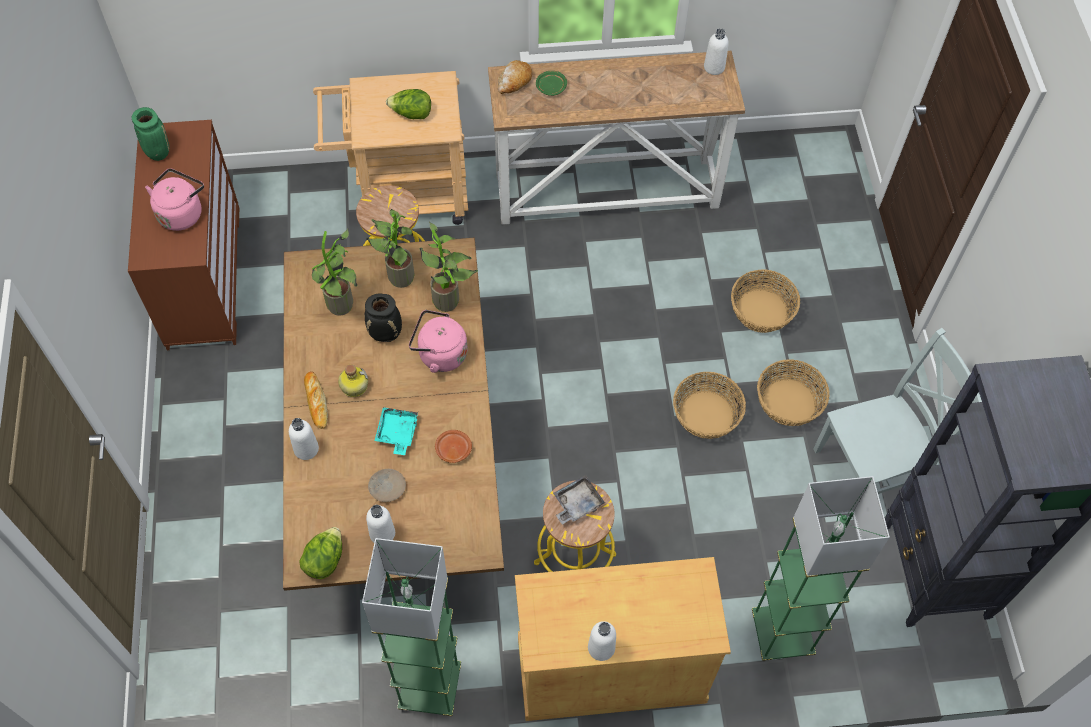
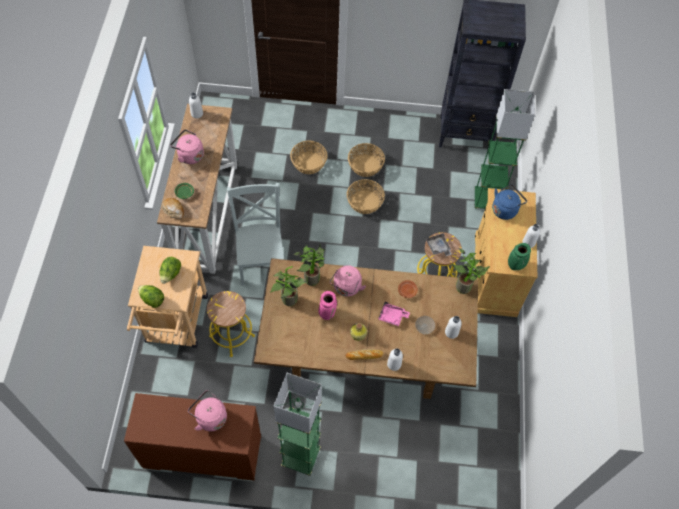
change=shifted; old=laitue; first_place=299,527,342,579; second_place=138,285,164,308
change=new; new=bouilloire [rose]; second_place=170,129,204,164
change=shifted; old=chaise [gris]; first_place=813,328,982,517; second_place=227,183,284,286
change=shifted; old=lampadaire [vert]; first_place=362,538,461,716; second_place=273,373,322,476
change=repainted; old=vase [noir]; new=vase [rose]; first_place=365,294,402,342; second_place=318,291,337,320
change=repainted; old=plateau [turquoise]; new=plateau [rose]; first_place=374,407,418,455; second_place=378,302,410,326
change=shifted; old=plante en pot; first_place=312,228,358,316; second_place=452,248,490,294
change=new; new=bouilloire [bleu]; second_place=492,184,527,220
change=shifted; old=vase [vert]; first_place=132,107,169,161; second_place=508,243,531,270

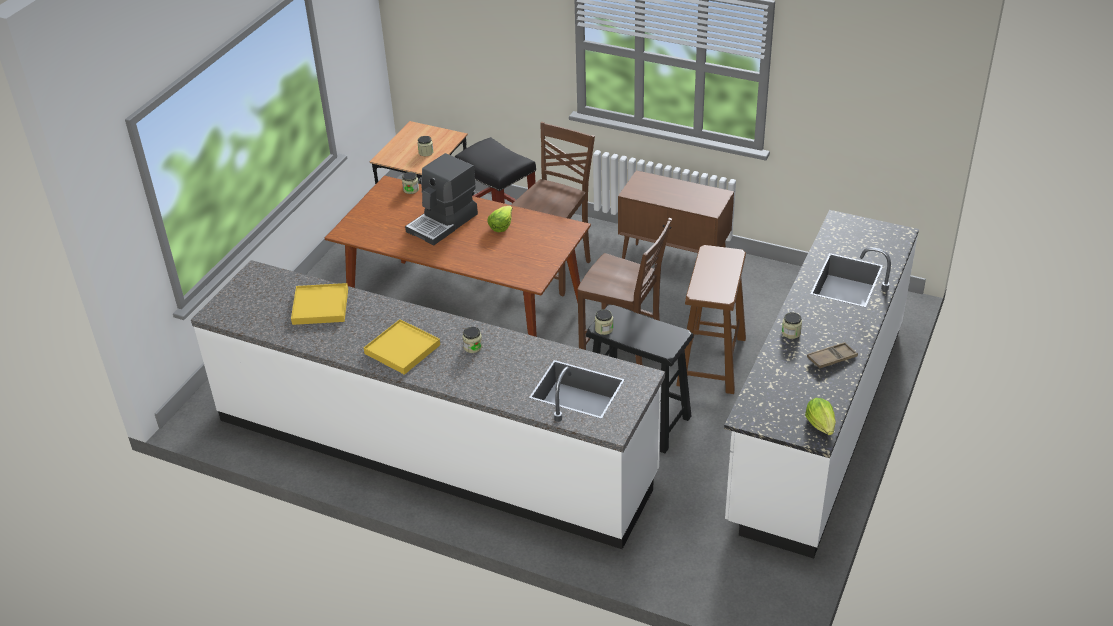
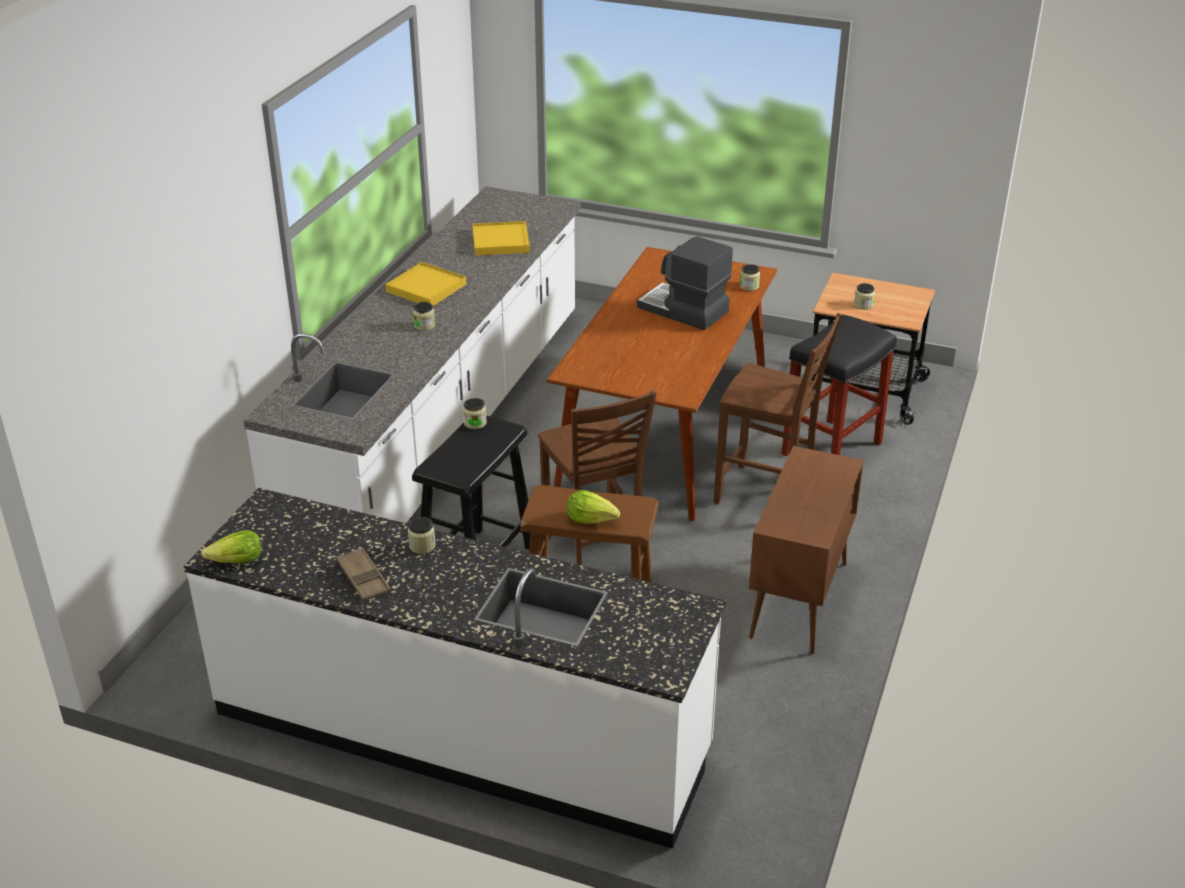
change=rotated; old=chaise [marron]; first_place=577,218,672,365; second_place=538,390,657,572; degrees=-45
change=shifted; old=laitue; first_place=487,206,512,232; second_place=567,490,620,523

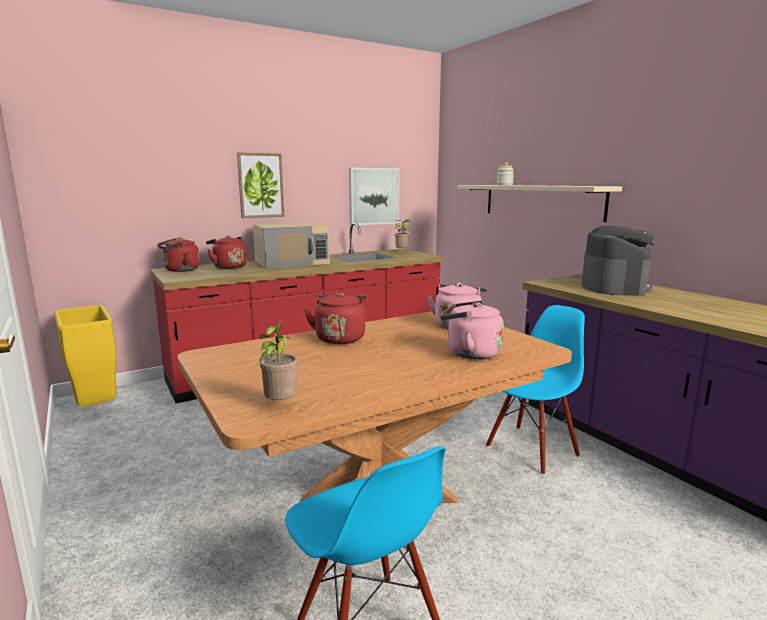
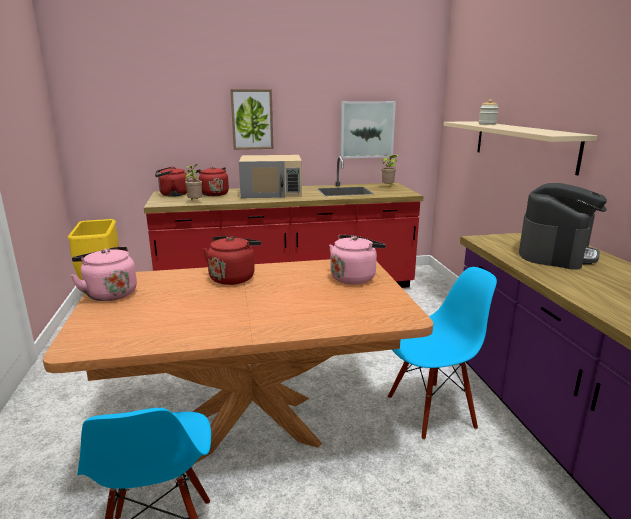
change=shifted; old=bouilloire [rose]; first_place=441,301,504,360; second_place=70,247,137,301
change=shifted; old=plante en pot; first_place=259,320,298,400; second_place=185,164,202,200

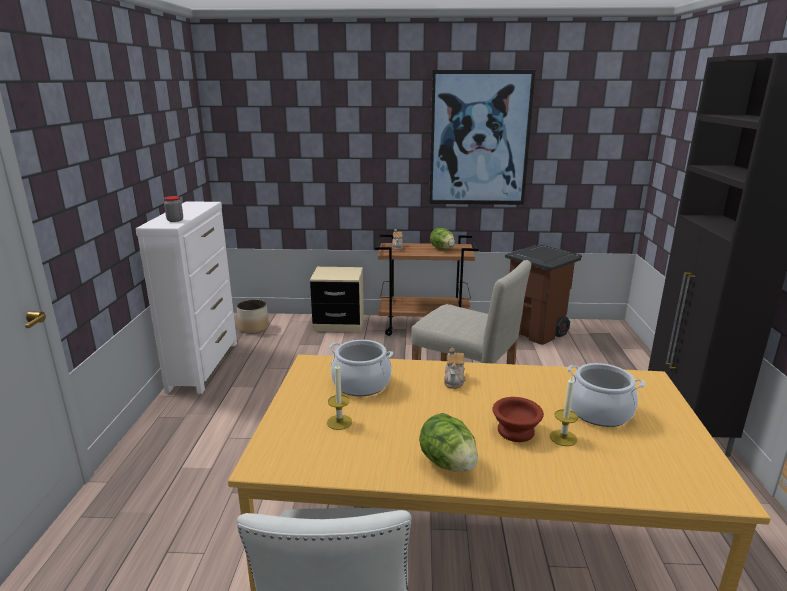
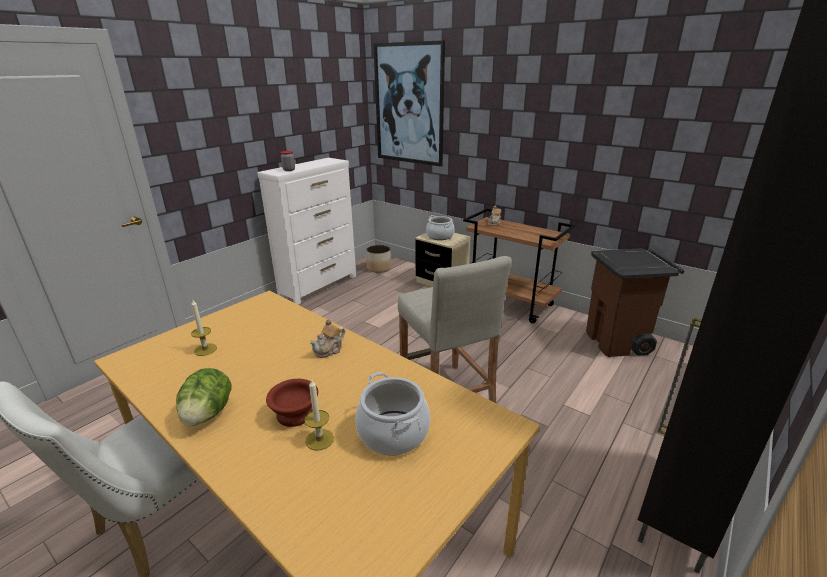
change=shifted; old=tableau; first_place=429,70,535,205; second_place=373,40,445,167
change=shifted; old=marmite; first_place=329,340,393,396; second_place=426,215,454,240
change=gone; old=laitue; first_place=430,228,455,249

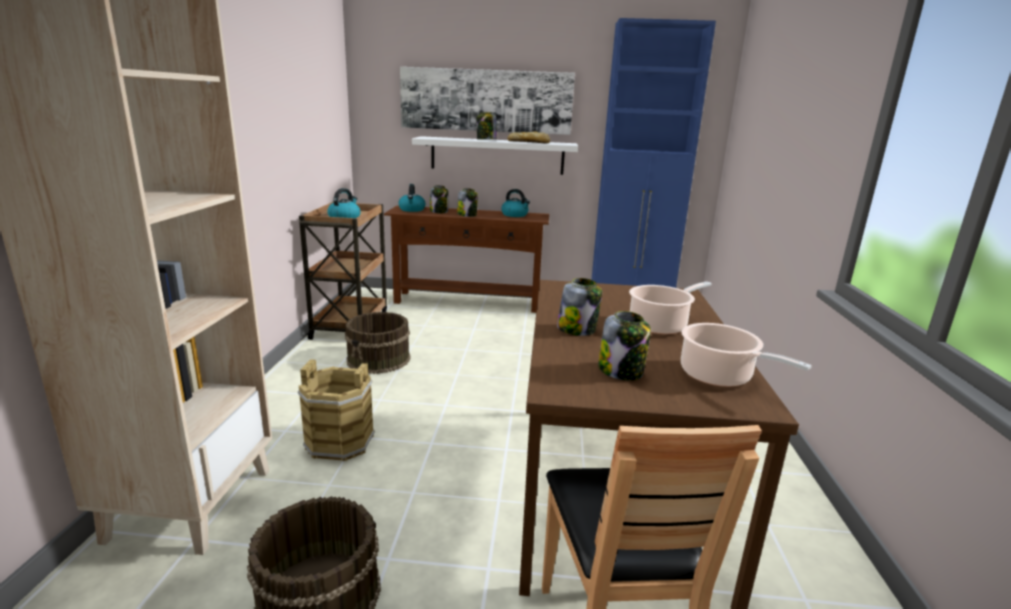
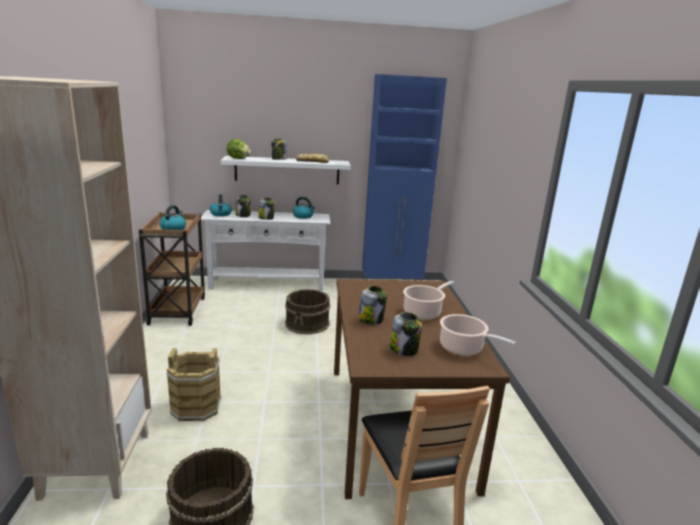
change=repainted; old=table console [marron]; new=table console [blanc]; first_place=384,206,549,313; second_place=201,210,331,291
change=new; new=laitue; second_place=227,139,251,159
change=shifted; old=seau [marron]; first_place=345,312,411,374; second_place=285,289,330,335
change=gone; old=tableau; first_place=400,67,575,135

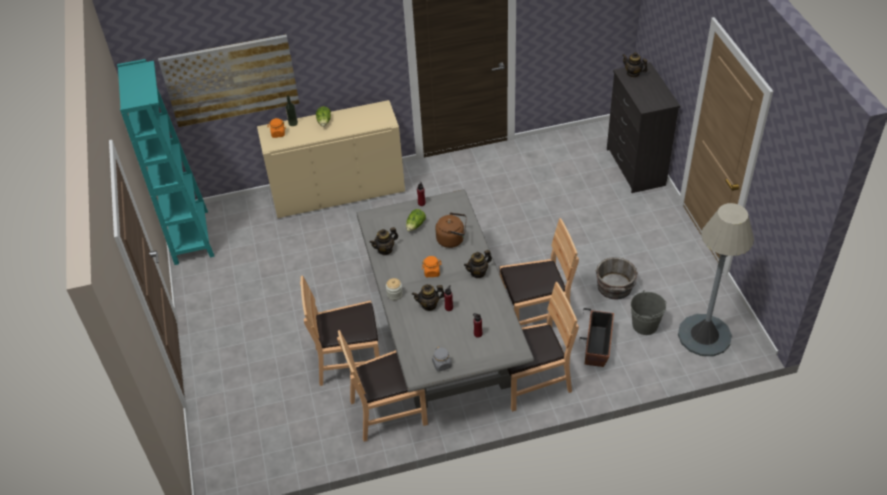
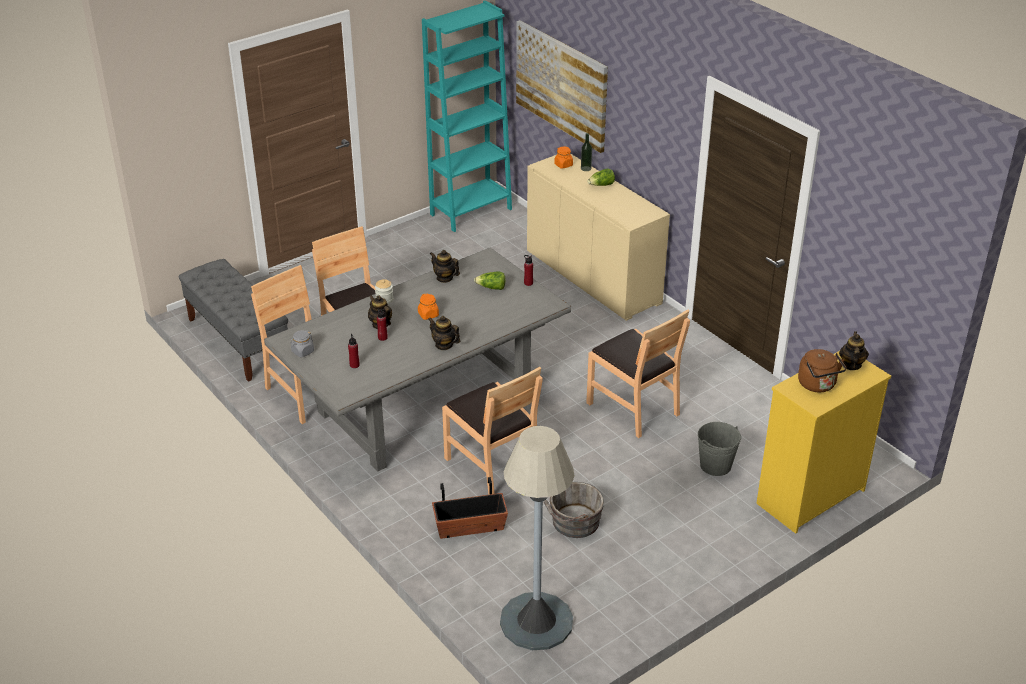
change=new; new=banc [gris]; second_place=179,259,288,382
change=shifted; old=chaise [marron]; first_place=507,282,579,412; second_place=586,309,690,438
change=shifted; old=seau [gris]; first_place=631,290,666,335; second_place=698,422,741,476
change=repainted; old=commode [noir]; new=commode [jaune]; first_place=607,62,680,193; second_place=756,351,891,534
change=shifted; old=bouilloire [marron]; first_place=435,212,467,248; second_place=798,349,847,392

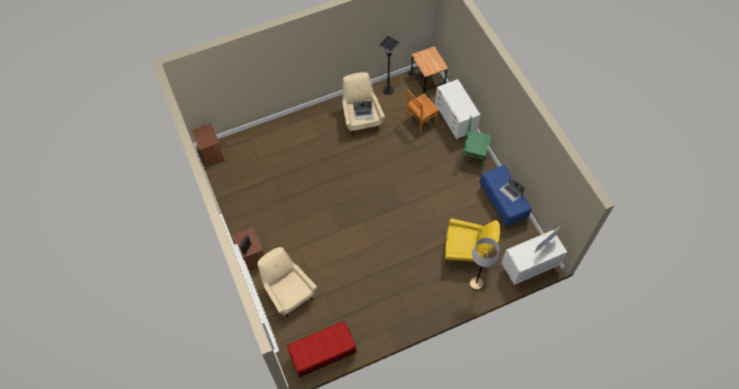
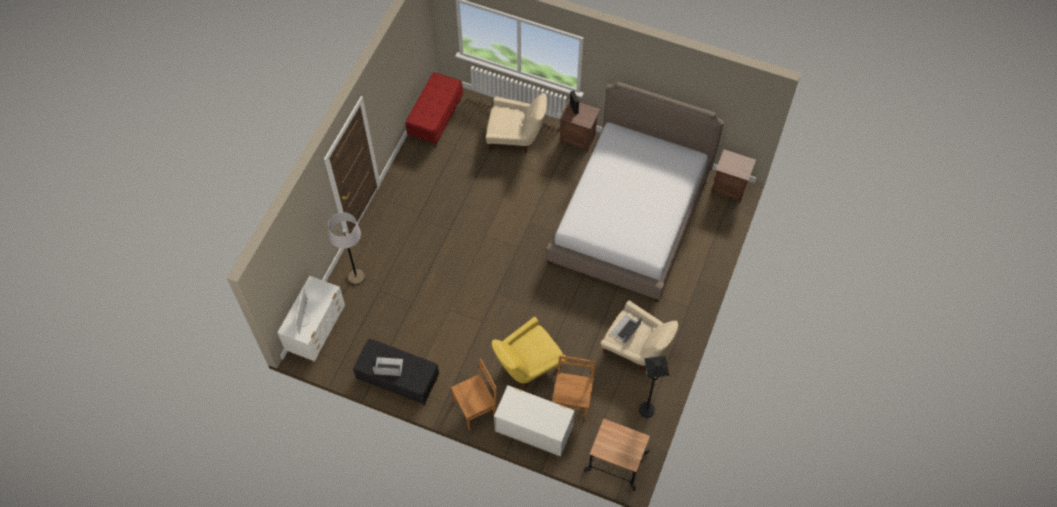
change=repainted; old=banc [bleu]; new=banc [noir]; first_place=479,165,532,228; second_place=353,339,439,406
change=repainted; old=chaise [vert]; new=chaise [marron]; first_place=461,116,491,169; second_place=451,359,497,430
change=shifted; old=fauteuil [jaune]; first_place=445,218,500,266; second_place=492,317,567,388
change=new; new=lit; second_place=546,82,724,302

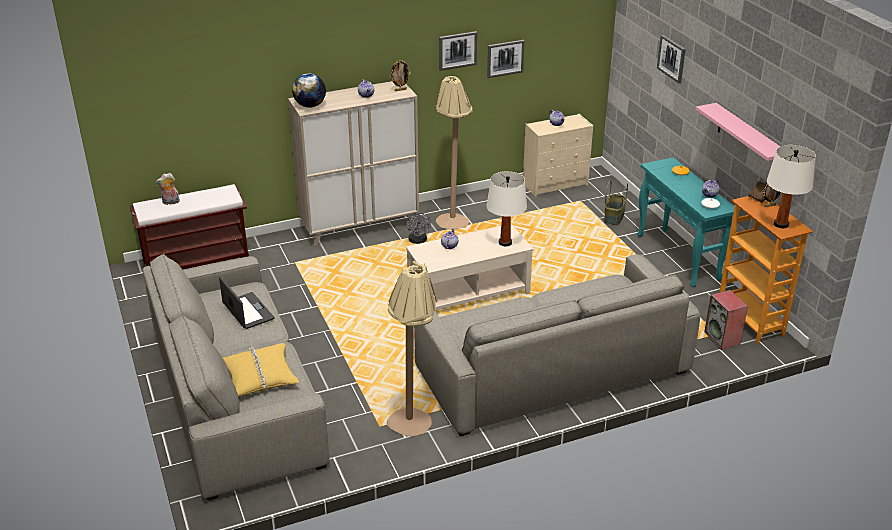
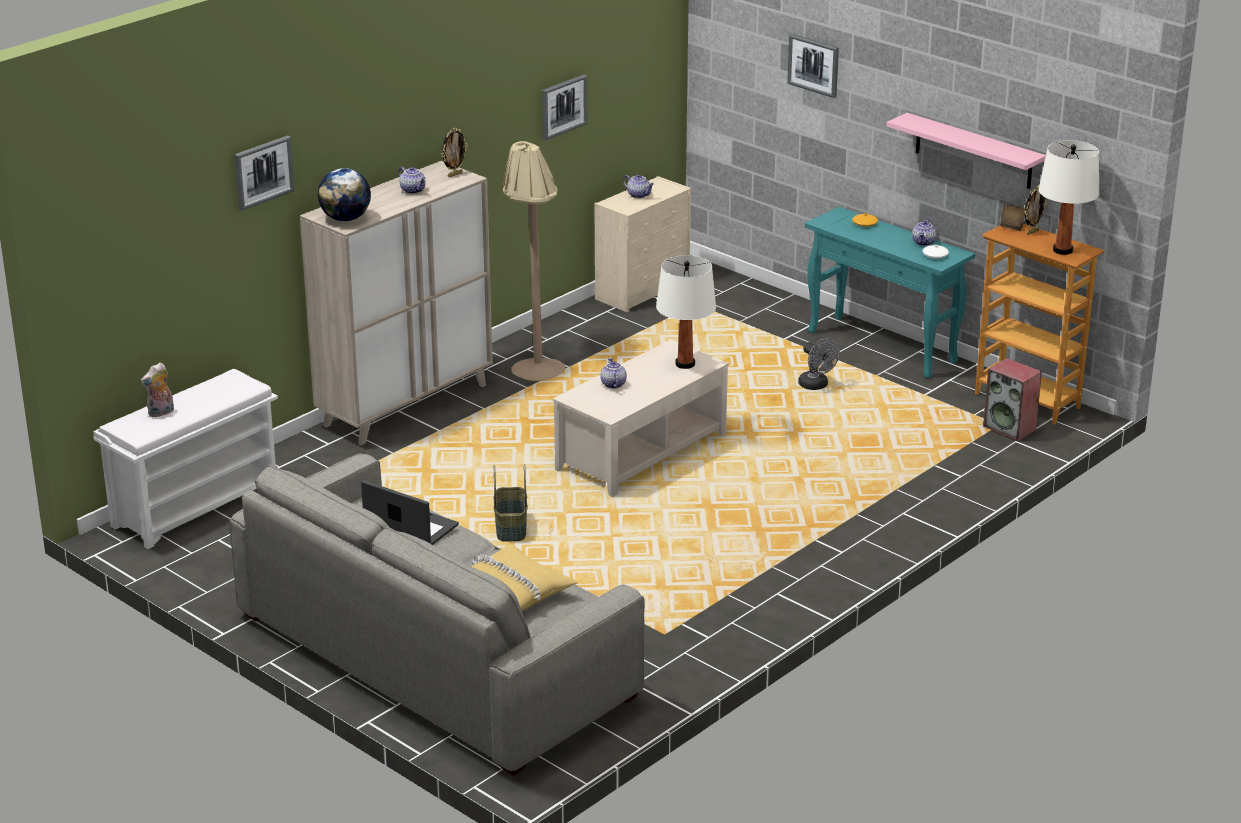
change=repainted; old=banc [marron]; new=banc [blanc]; first_place=130,184,249,270; second_place=93,369,278,549
change=shifted; old=tableau; first_place=439,31,477,71; second_place=234,135,295,211
change=shifted; old=panier; first_place=604,180,628,225; second_place=494,464,527,542
change=shifted; old=ventilateur [gris]; first_place=407,212,431,244; second_place=798,338,840,390
change=gone; old=lampadaire [beige]; first_place=387,261,437,436
change=gone; old=canapé [gris]; first_place=414,254,700,436

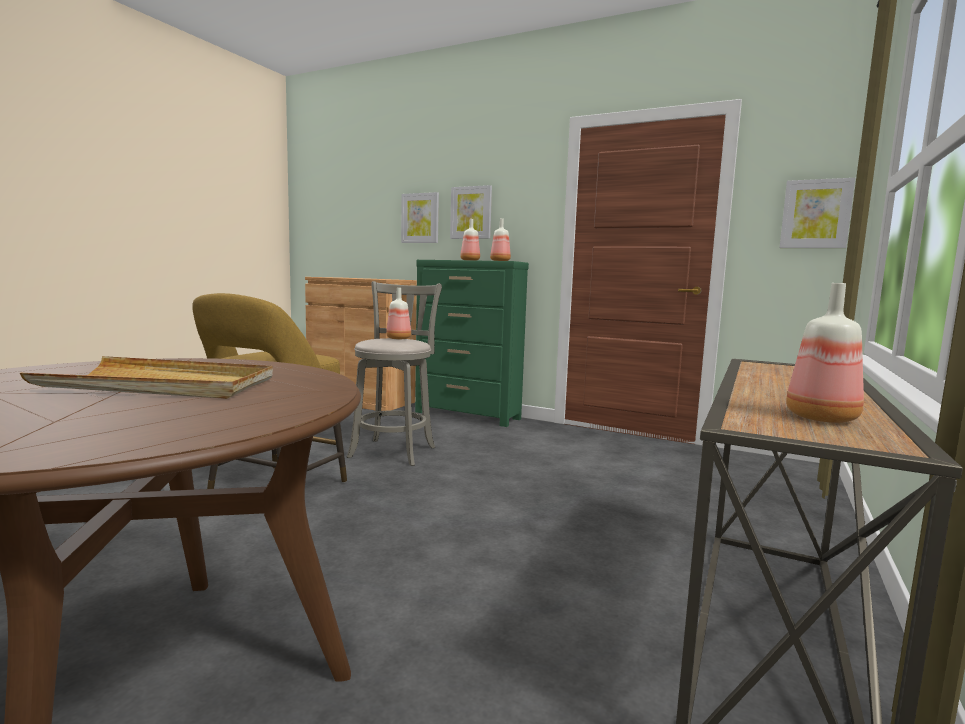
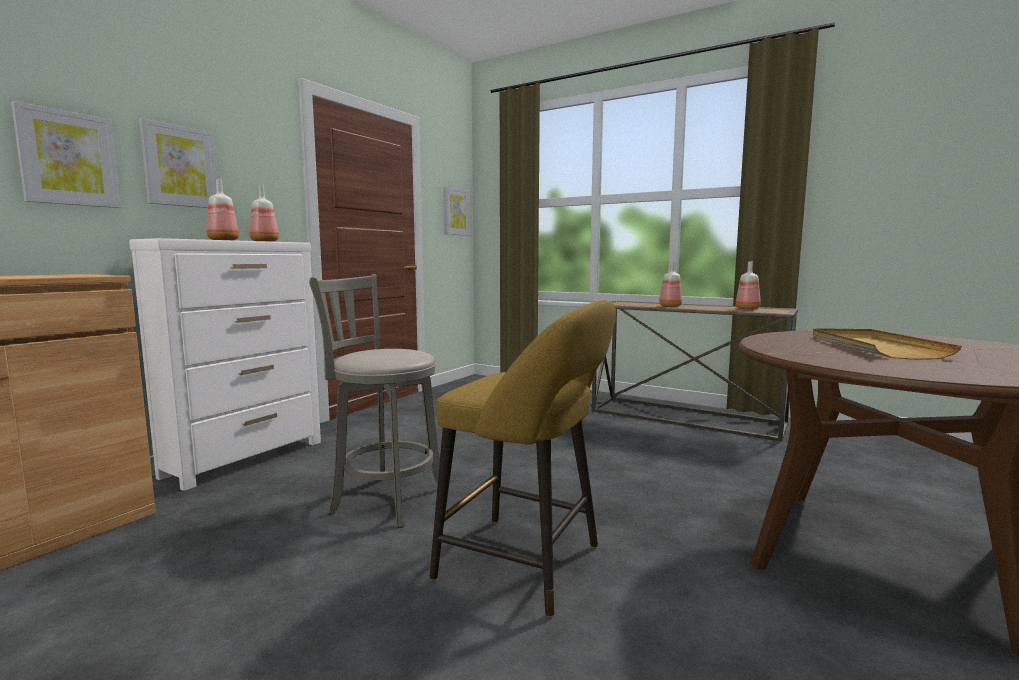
change=repainted; old=commode [vert]; new=commode [blanc]; first_place=415,260,529,427; second_place=129,238,321,491
change=shifted; old=bouteille; first_place=386,288,411,339; second_place=659,261,682,307

